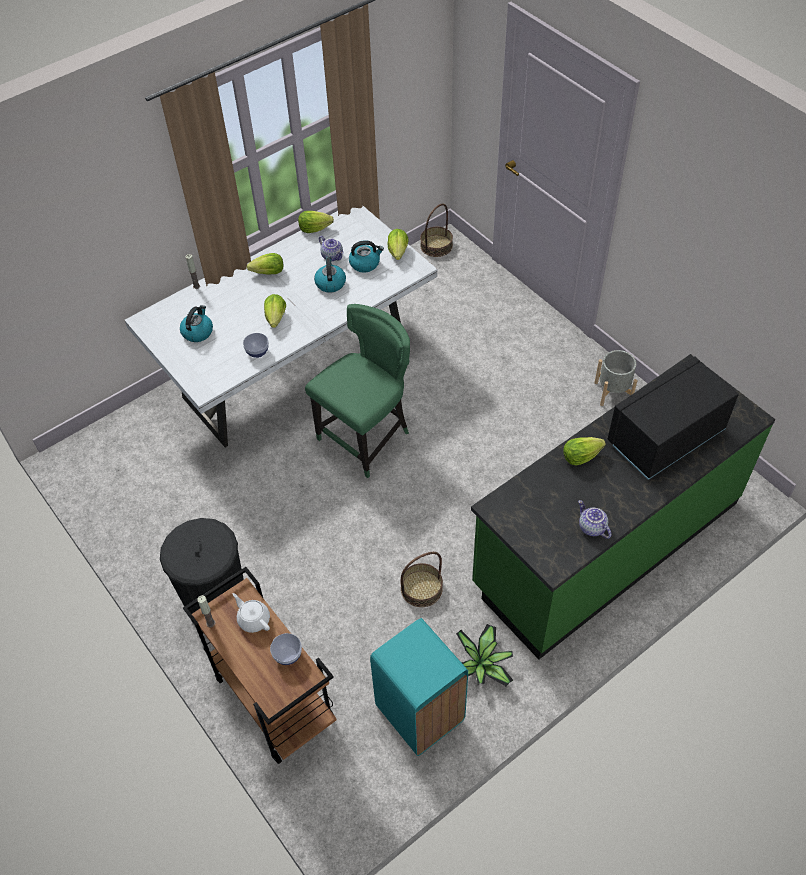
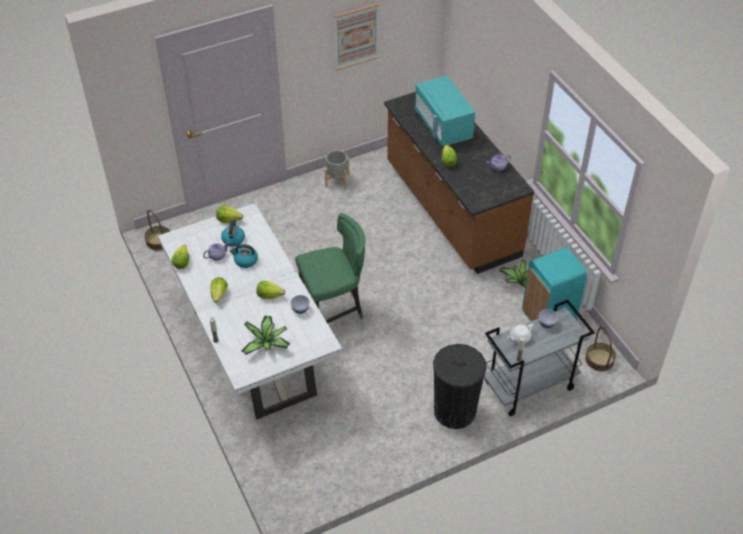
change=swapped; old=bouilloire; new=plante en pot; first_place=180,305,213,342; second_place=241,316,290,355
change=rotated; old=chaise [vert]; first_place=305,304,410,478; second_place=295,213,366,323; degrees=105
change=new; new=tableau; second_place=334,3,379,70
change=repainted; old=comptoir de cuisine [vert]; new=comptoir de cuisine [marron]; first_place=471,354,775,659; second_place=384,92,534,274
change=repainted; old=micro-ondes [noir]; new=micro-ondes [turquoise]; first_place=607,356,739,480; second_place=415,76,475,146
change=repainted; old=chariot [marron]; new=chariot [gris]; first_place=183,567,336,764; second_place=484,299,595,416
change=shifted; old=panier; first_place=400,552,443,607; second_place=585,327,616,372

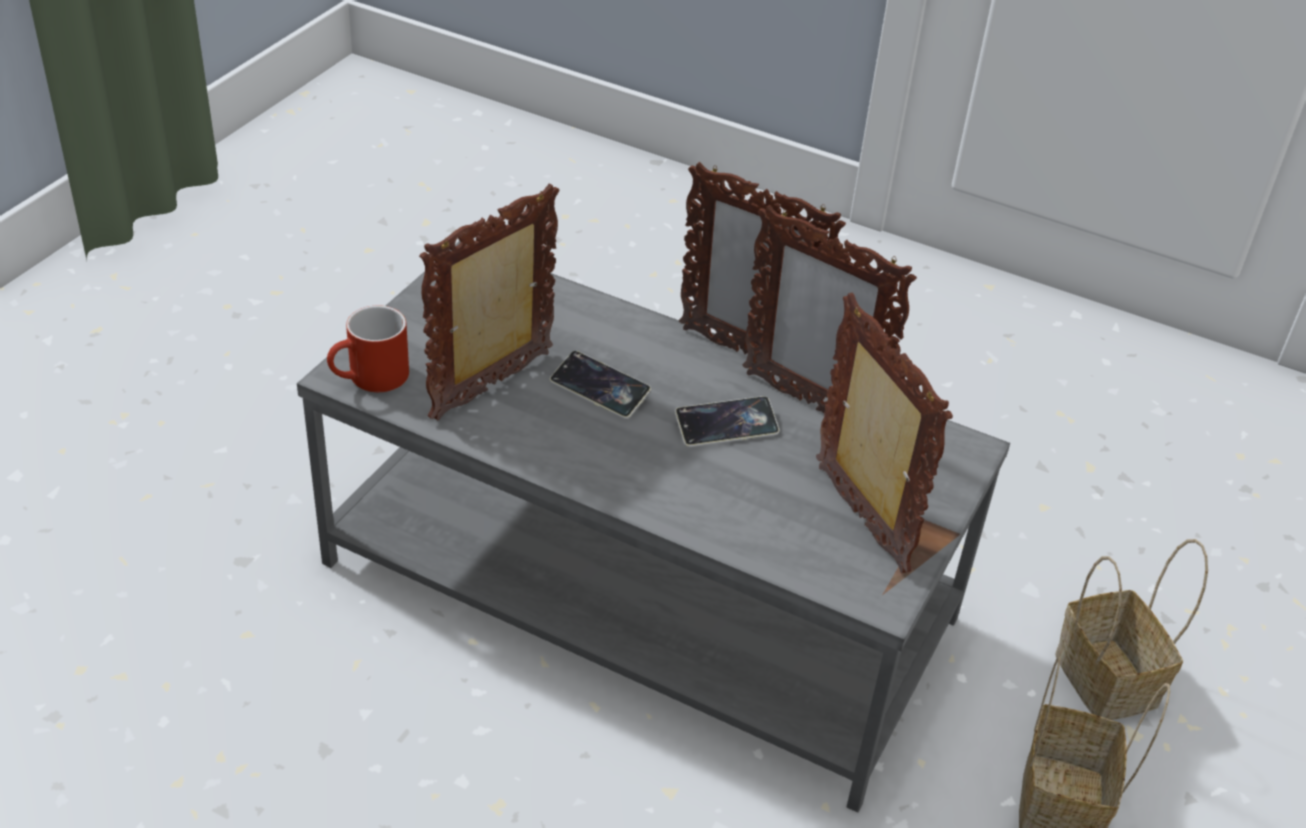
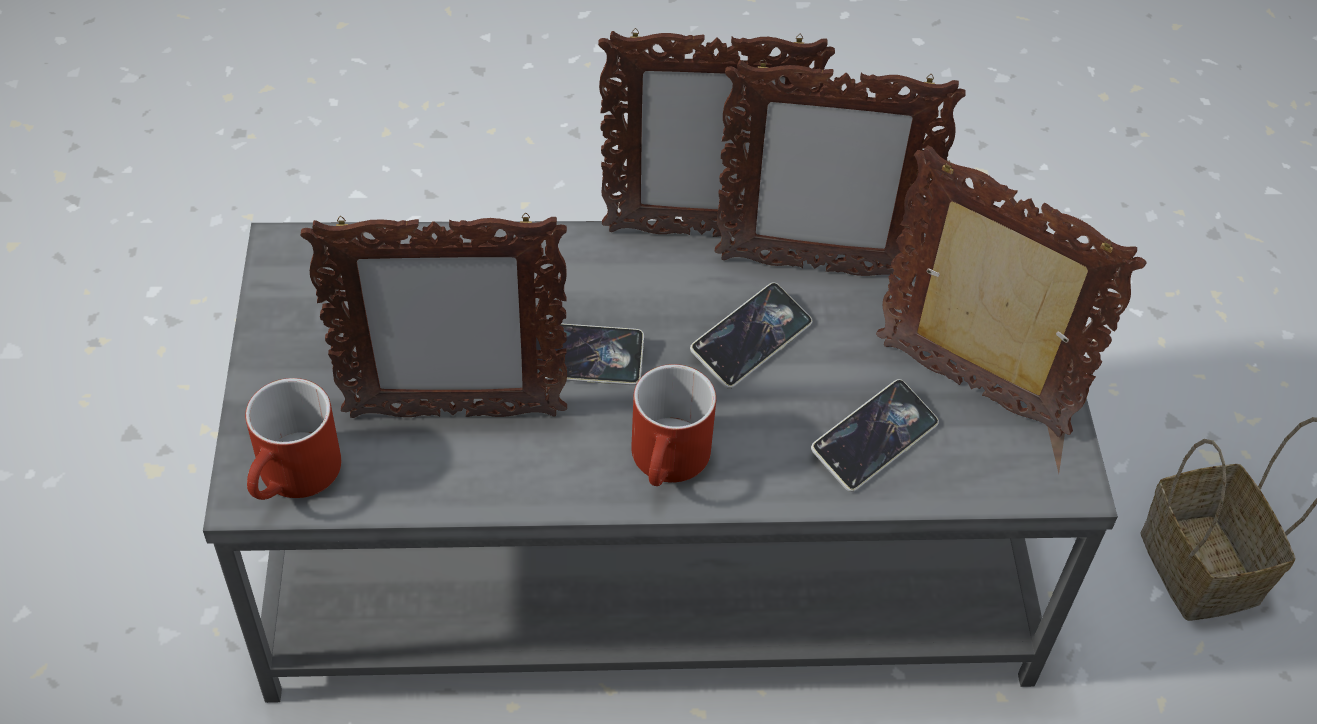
change=rotated; old=cadre photo; first_place=419,183,559,420; second_place=300,213,567,418; degrees=-105
change=new; new=mug [rouge]; second_place=631,364,716,486
change=new; new=téléphone; second_place=811,379,939,492
change=gone; old=panier; first_place=1055,539,1208,720

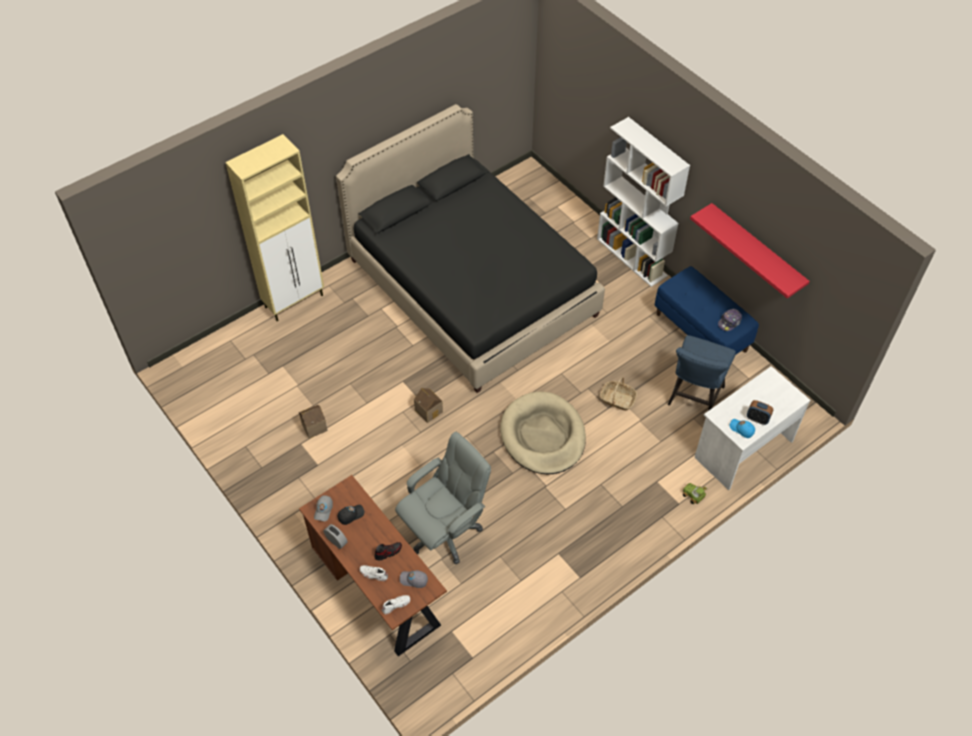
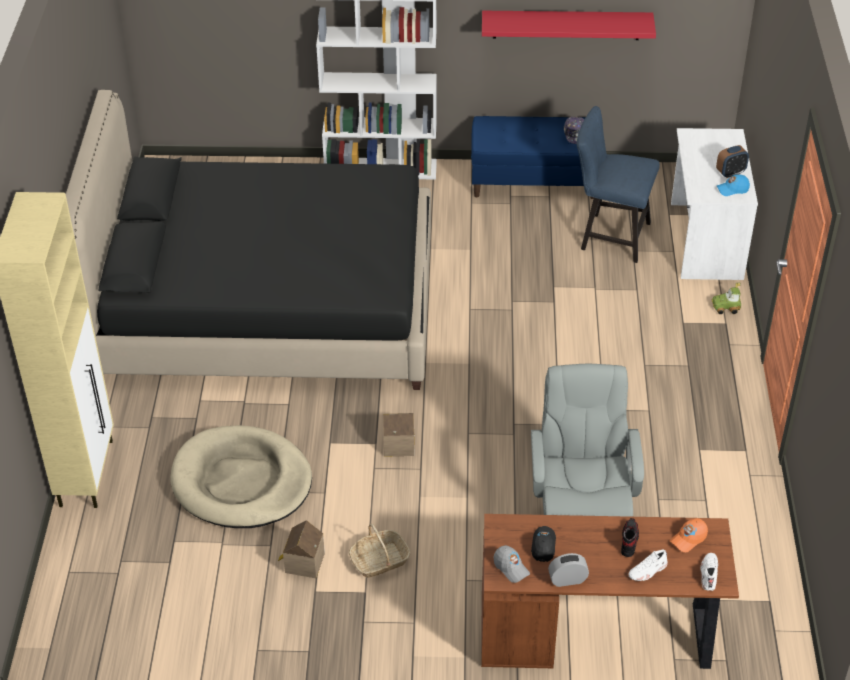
change=shifted; old=panier pour chien [beige]; first_place=500,392,586,474; second_place=170,425,312,528
change=shifted; old=panier; first_place=600,377,637,411; second_place=349,524,410,578
change=rotated; old=chaise [bleu]; first_place=668,335,736,411; second_place=577,106,660,263; degrees=135
change=repainted; old=casquette [gris]; new=casquette [orange]; first_place=400,570,428,588; second_place=670,518,708,552

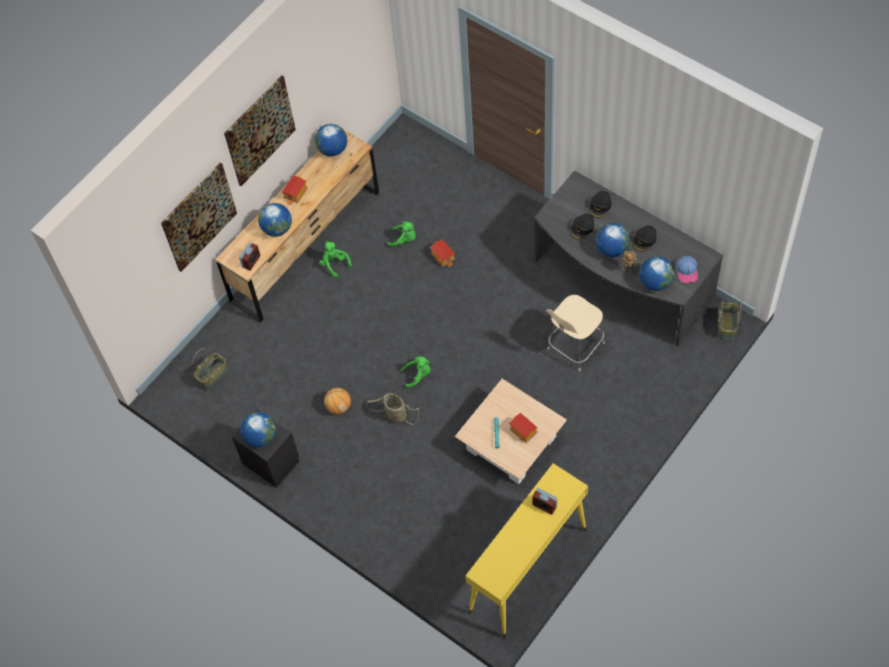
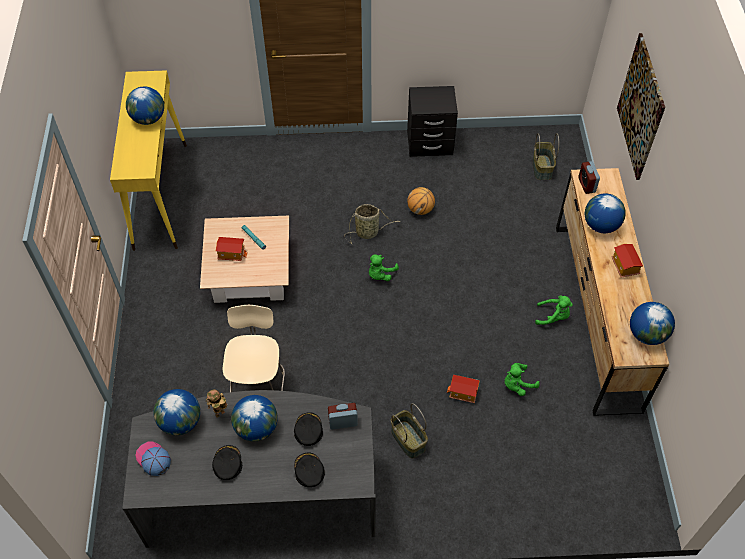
change=shifted; old=globe; first_place=240,412,276,447; second_place=126,87,164,125
change=shifted; old=réveil; first_place=532,488,557,515; second_place=328,403,358,430
change=shifted; old=panier; first_place=718,300,741,341; second_place=391,403,428,458
change=gone; old=tableau; first_place=224,75,296,186

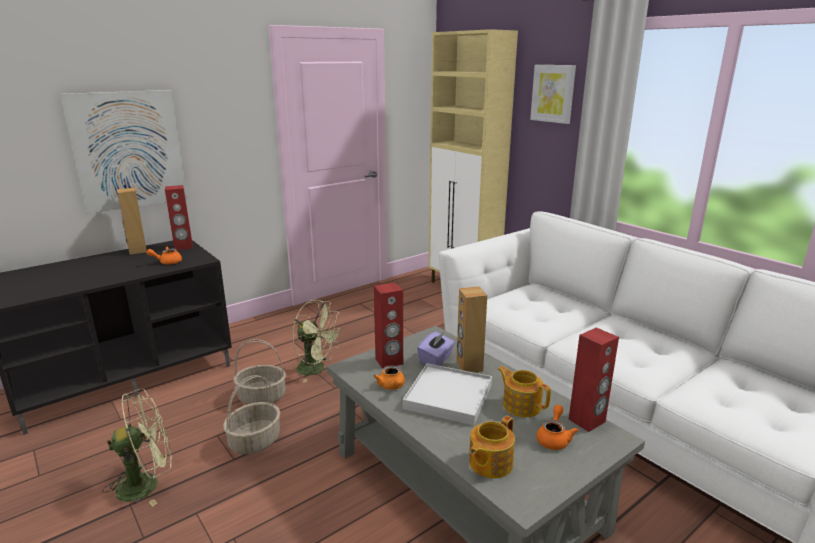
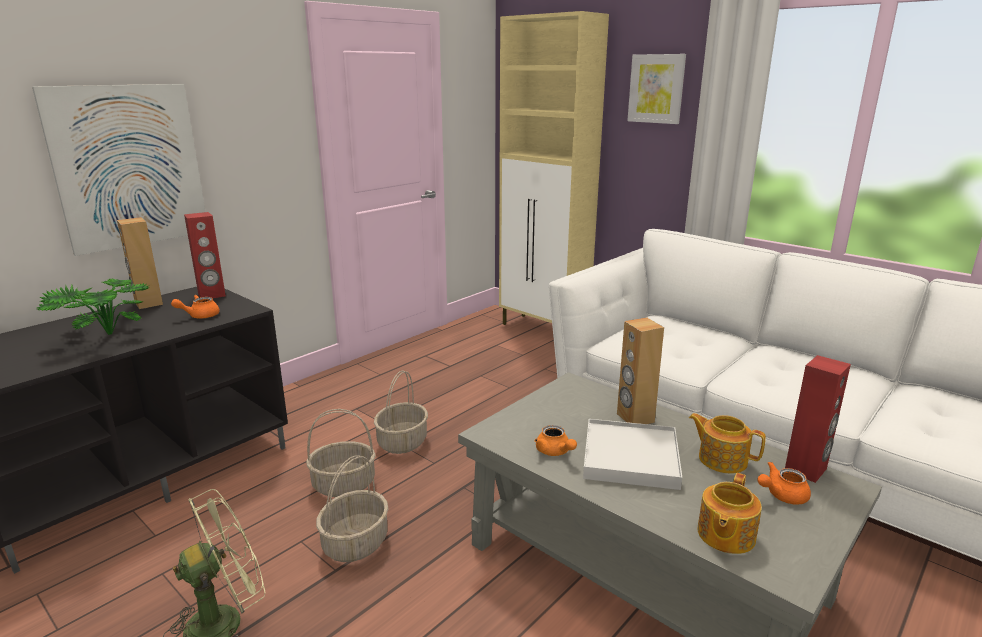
change=new; new=plante en pot; second_place=37,279,149,335
change=swapped; old=ventilateur [vert]; new=panier; first_place=292,300,343,383; second_place=374,370,428,454
change=rotated; old=théière [orange]; first_place=536,405,578,450; second_place=757,462,811,505; degrees=-120
change=gone; old=enceinte [rouge]; first_place=374,282,403,369
change=gone; old=boîte à mouchoirs [violet]; first_place=417,331,455,366

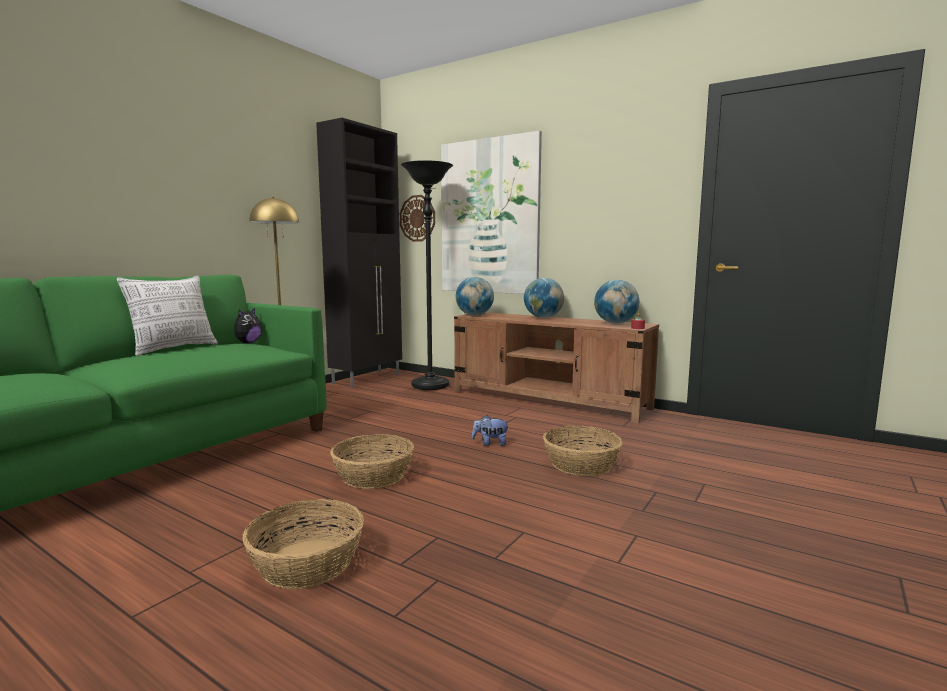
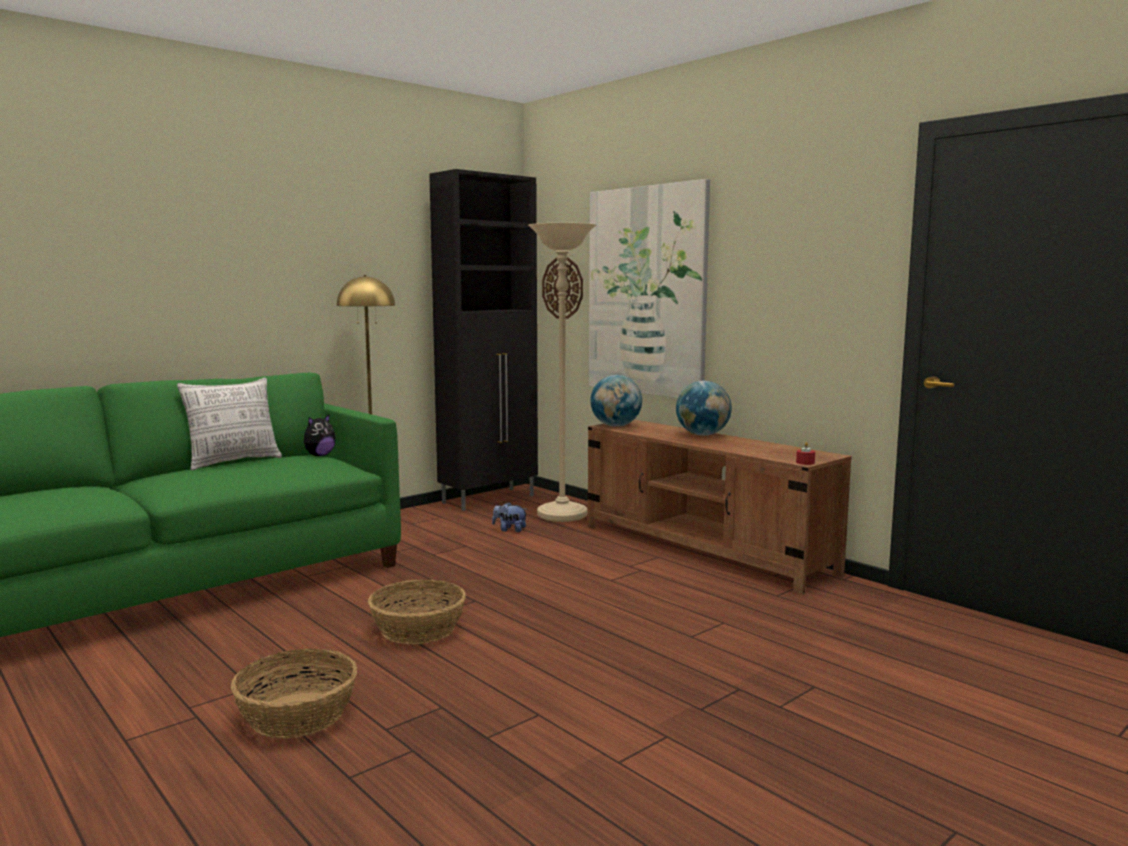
change=shifted; old=peluche; first_place=472,415,510,446; second_place=492,502,528,532
change=repainted; old=lampadaire [noir]; new=lampadaire [beige]; first_place=401,160,453,390; second_place=528,223,596,522
change=gone; old=panier; first_place=543,426,622,476
change=gone; old=globe; first_place=594,280,639,323

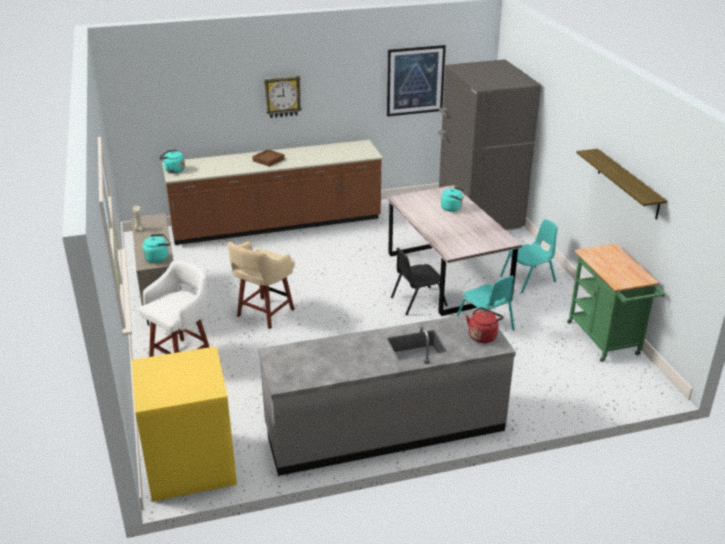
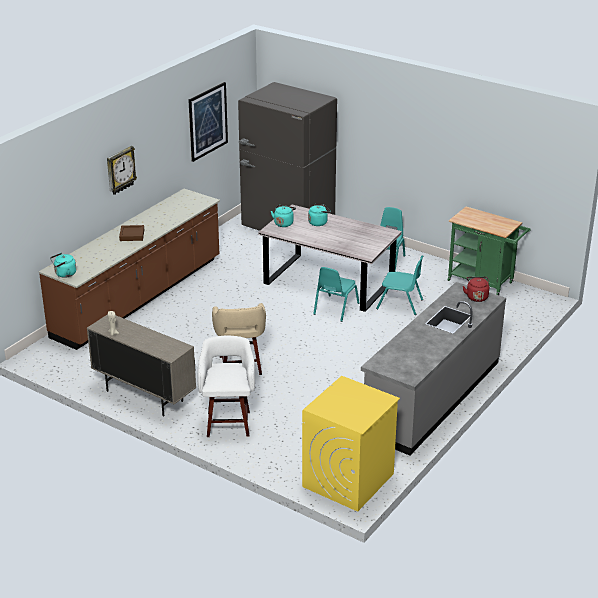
change=shifted; old=bouilloire [turquoise]; first_place=142,234,170,263; second_place=271,205,296,227
change=repainted; old=chaise [noir]; new=chaise [turquoise]; first_place=391,248,447,315; second_place=313,267,359,322
change=gone; old=étagère; first_place=577,149,667,220

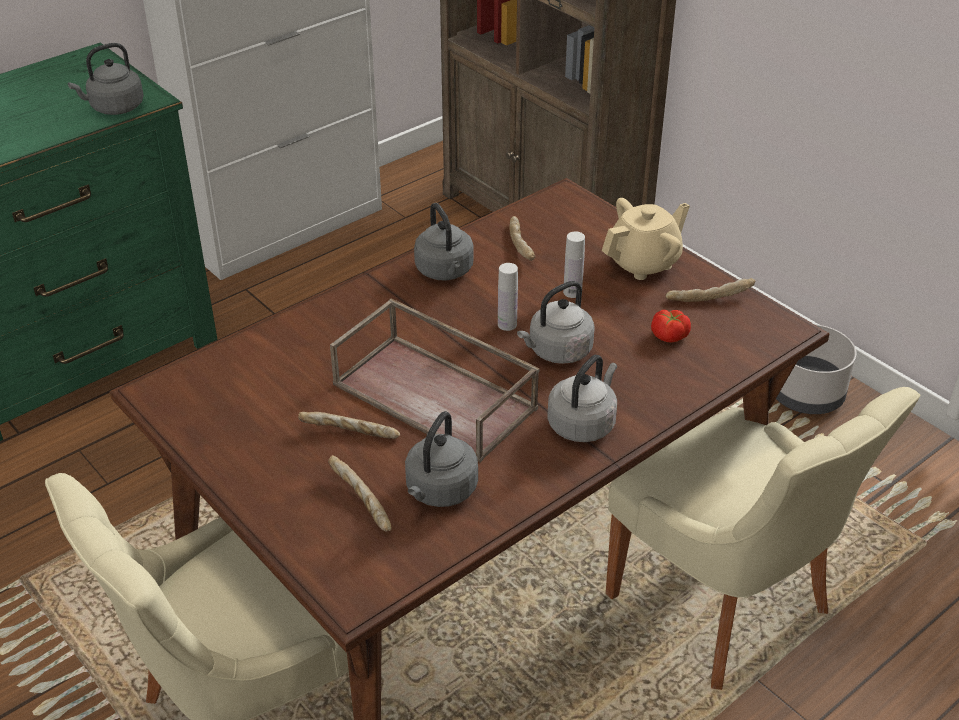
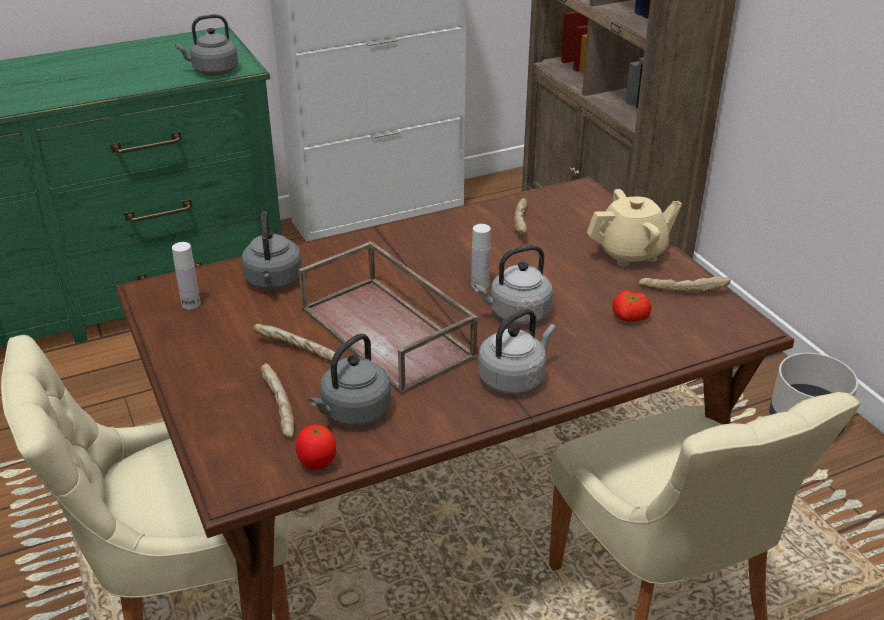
change=shifted; old=bouteille [blanc]; first_place=563,232,585,298; second_place=172,242,201,310
change=shifted; old=bouilloire [gris]; first_place=414,203,474,281; second_place=241,212,302,290
change=new; new=tomate; second_place=295,424,336,470

